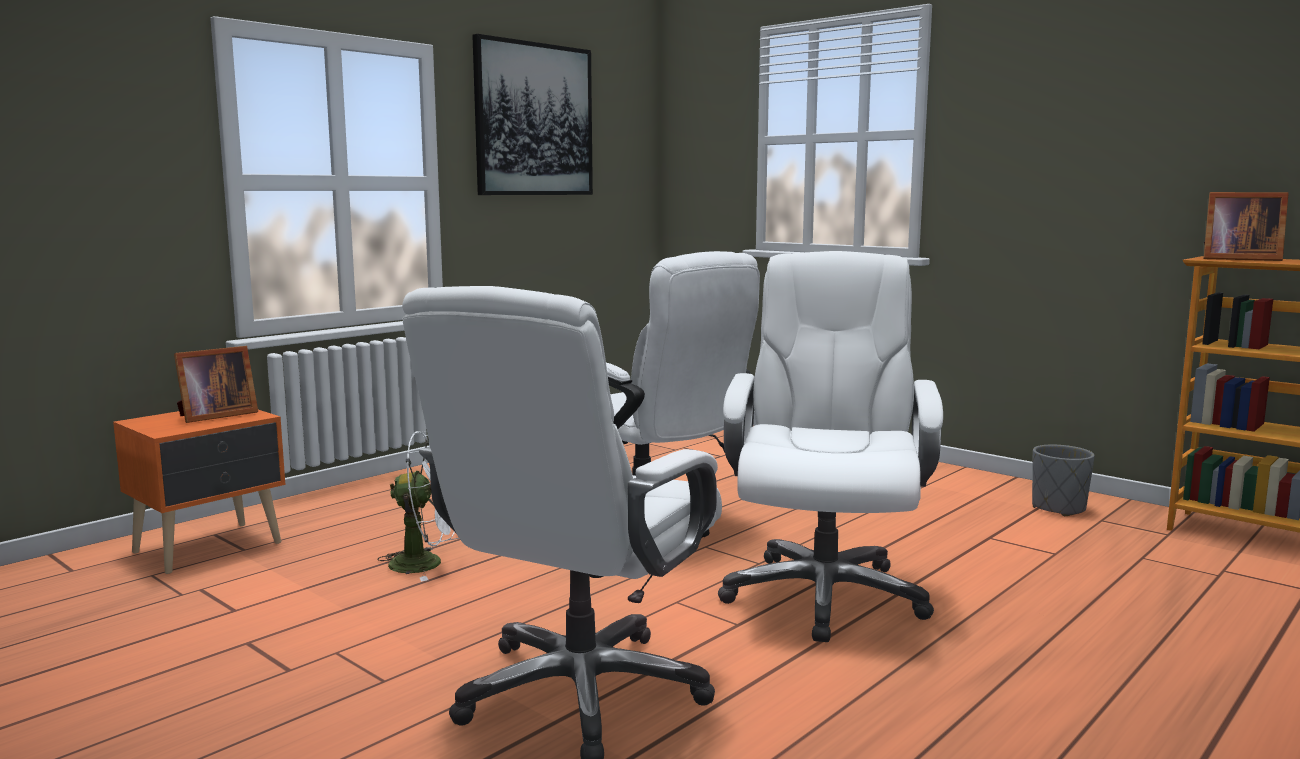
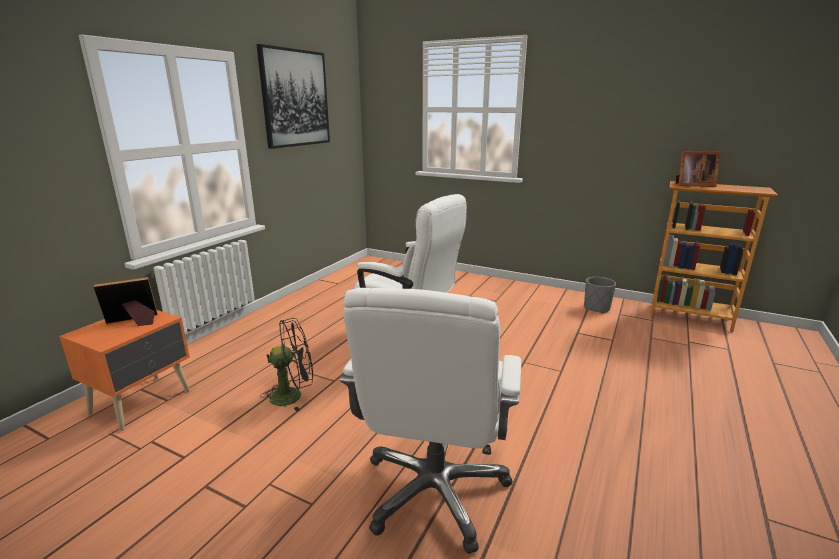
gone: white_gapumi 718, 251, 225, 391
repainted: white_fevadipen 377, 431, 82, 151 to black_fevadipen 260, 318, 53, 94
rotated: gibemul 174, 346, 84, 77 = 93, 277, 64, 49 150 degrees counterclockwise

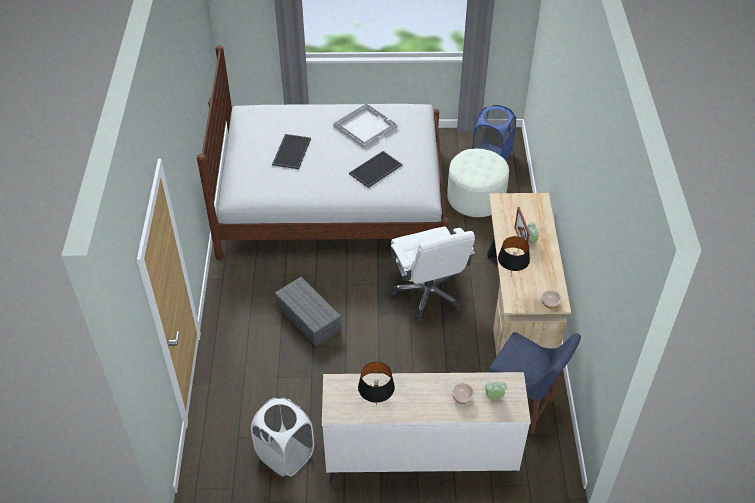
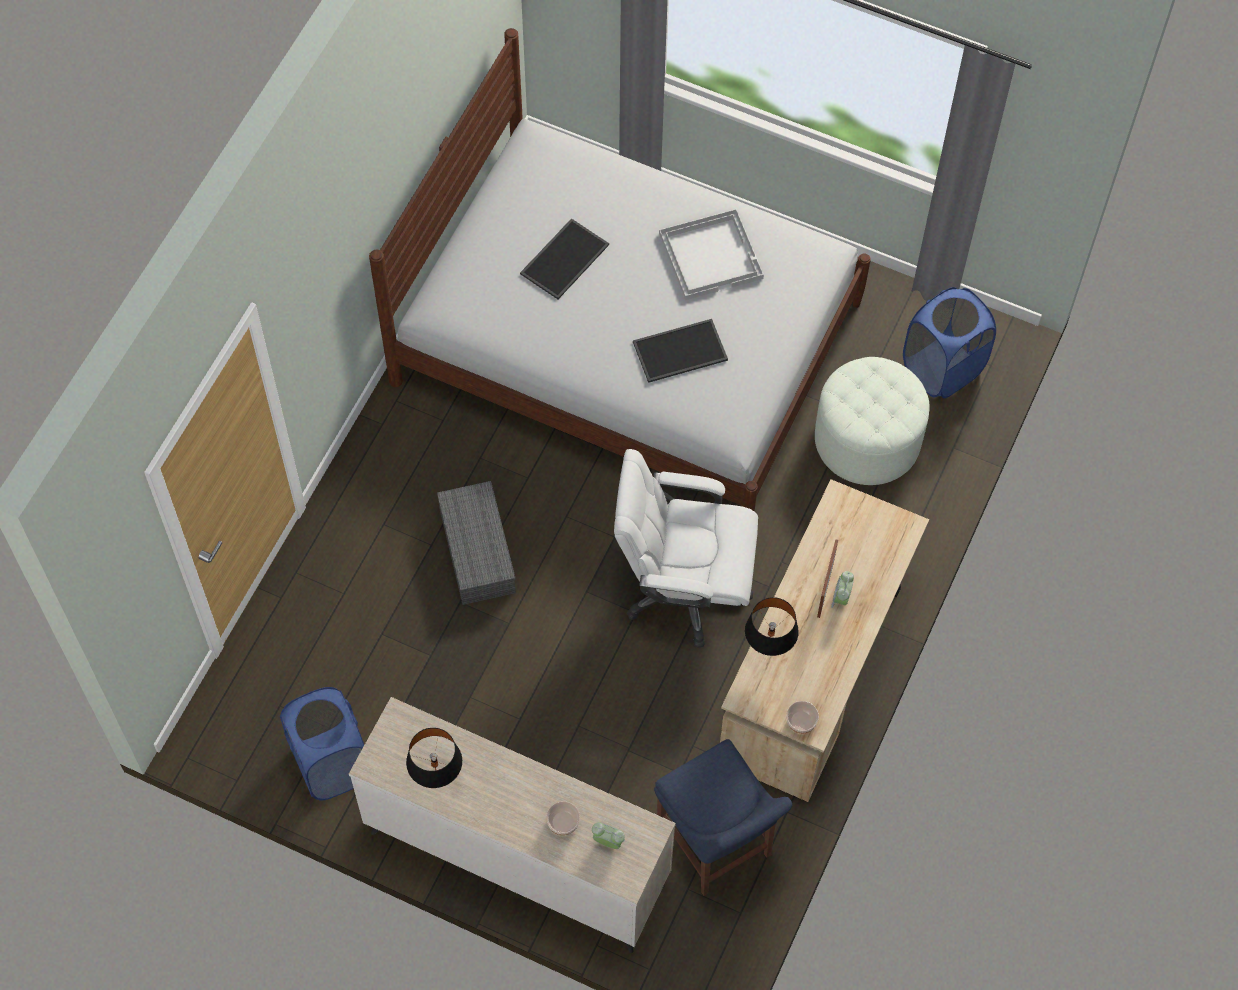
repainted: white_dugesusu 251, 397, 63, 80 to blue_dugesusu 280, 687, 84, 114
rotated: white_gapumi 390, 226, 85, 96 = 614, 449, 144, 199 90 degrees clockwise

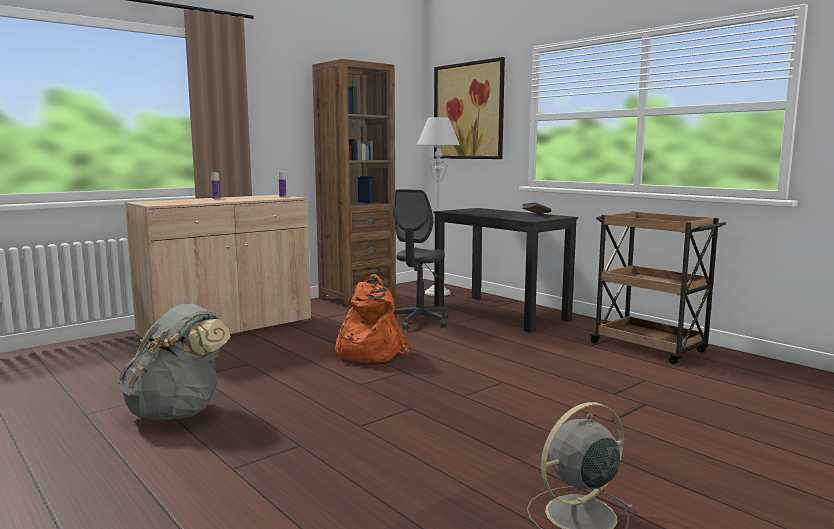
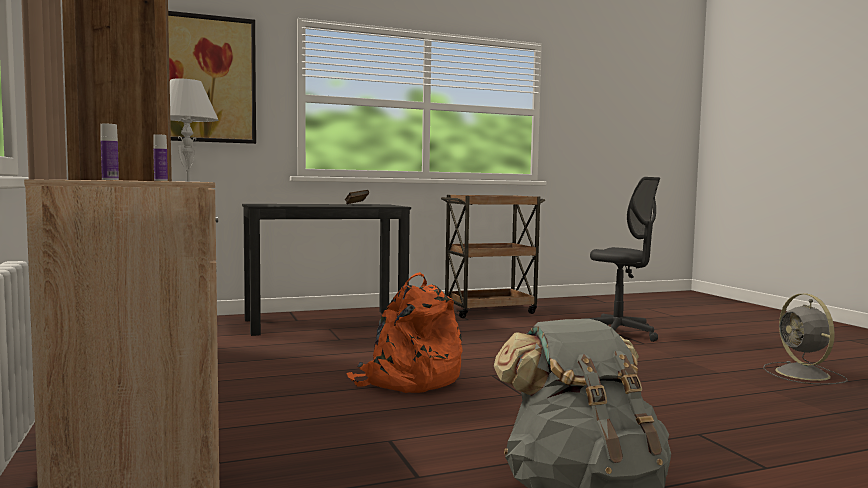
shifted: grey_gapumi 393, 189, 55, 141 to 583, 177, 77, 165

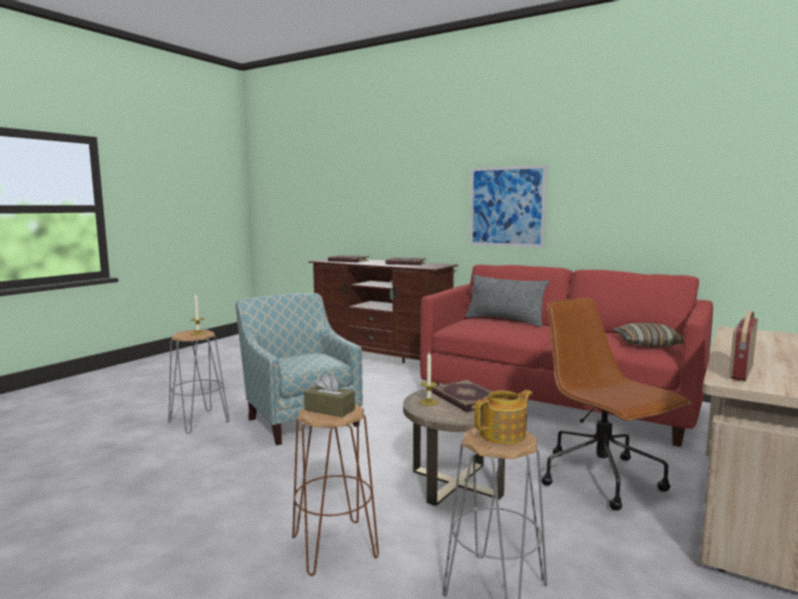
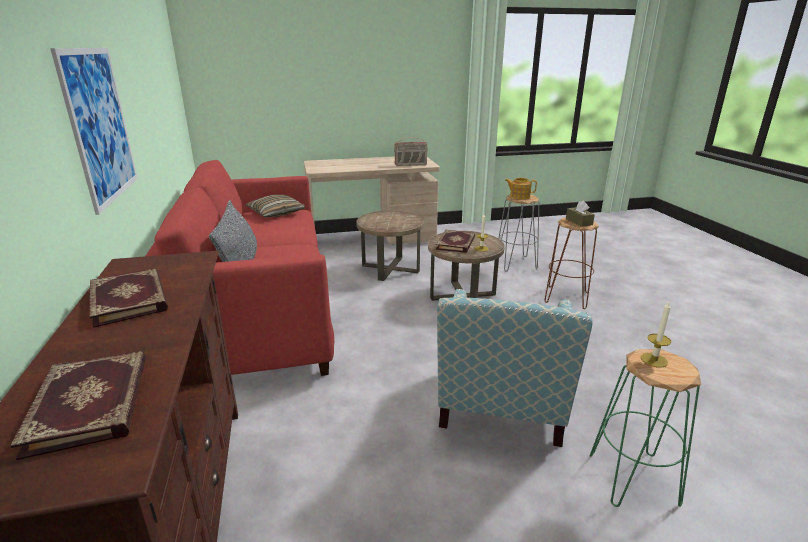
swapped: brown_gapumi 541, 298, 150, 212 to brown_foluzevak 356, 210, 68, 71
repainted: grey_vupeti 168, 330, 61, 104 to green_vupeti 589, 349, 112, 158

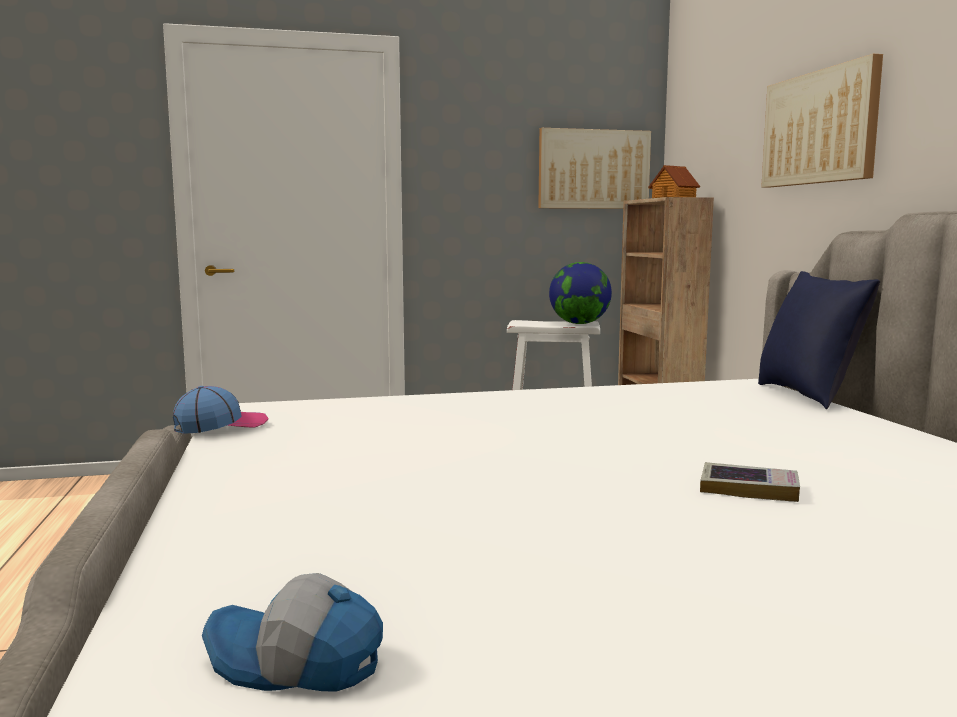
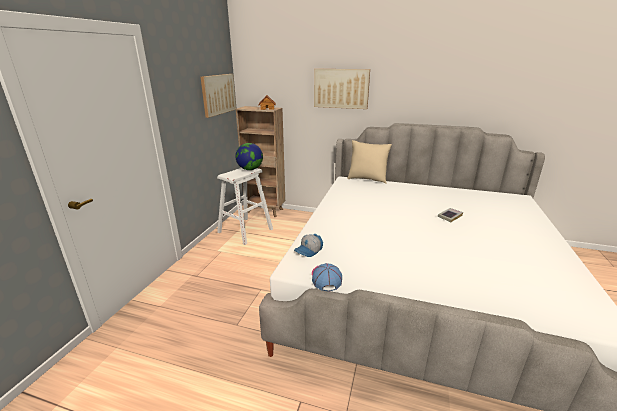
shifted: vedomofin 202, 573, 181, 119 to 294, 234, 29, 23
repainted: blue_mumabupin 758, 271, 122, 138 to beige_mumabupin 347, 140, 45, 43

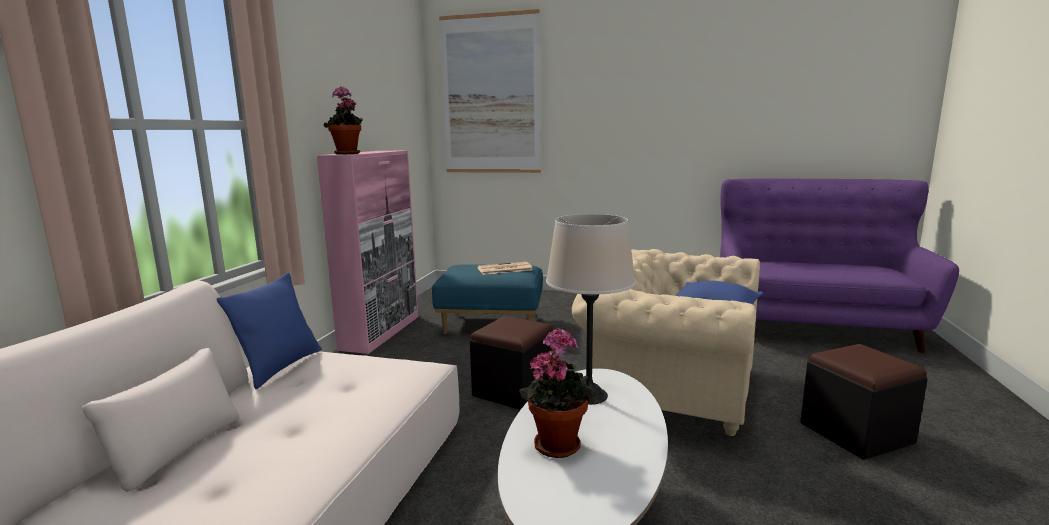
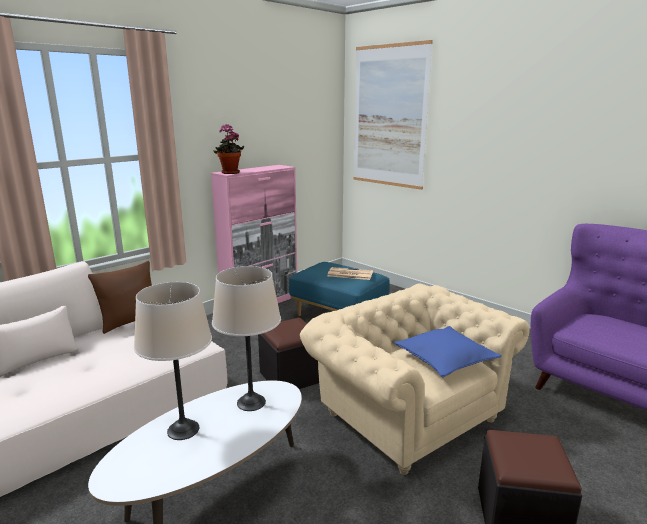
swapped: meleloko 519, 328, 78, 130 to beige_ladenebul 134, 282, 78, 158
repainted: blue_mumabupin 217, 273, 105, 116 to brown_mumabupin 88, 261, 64, 73

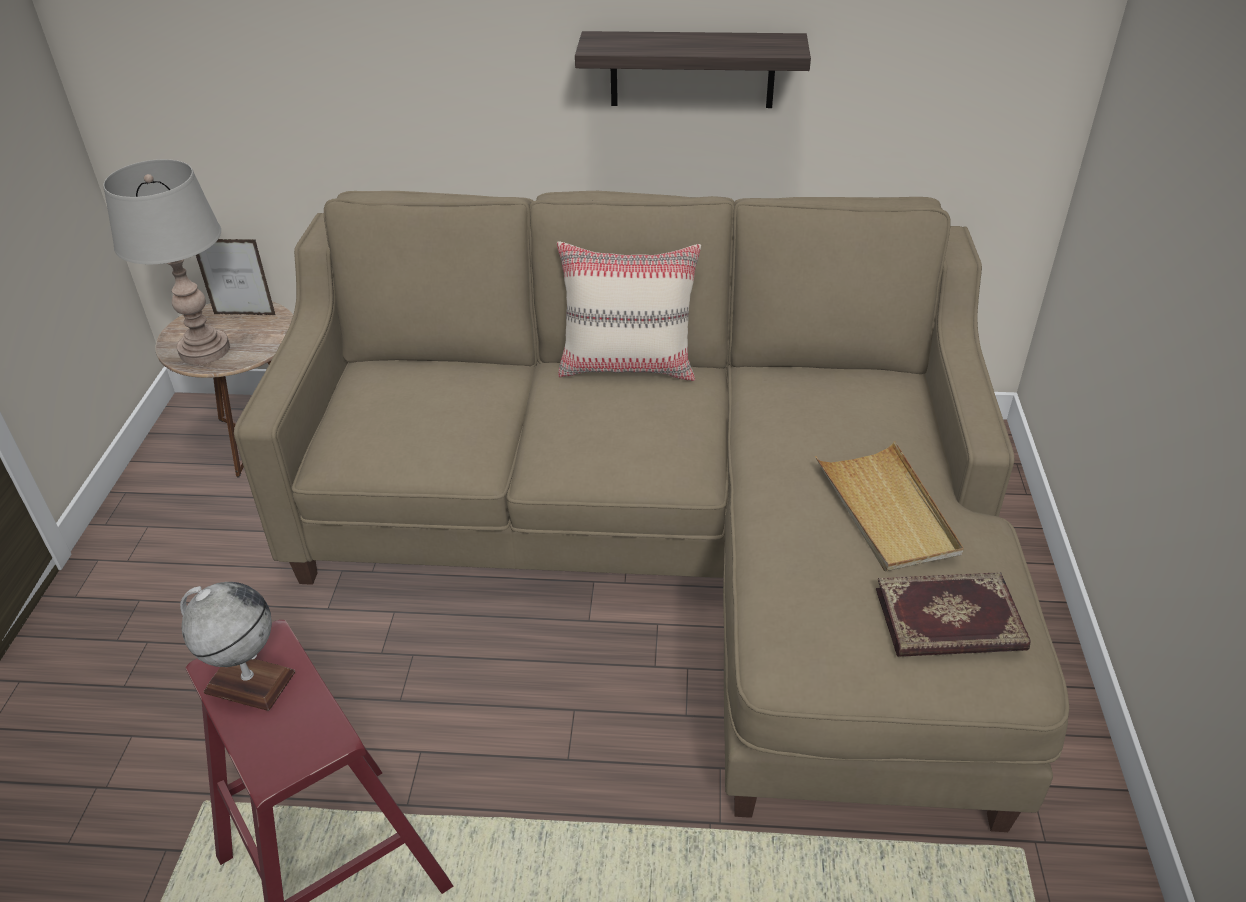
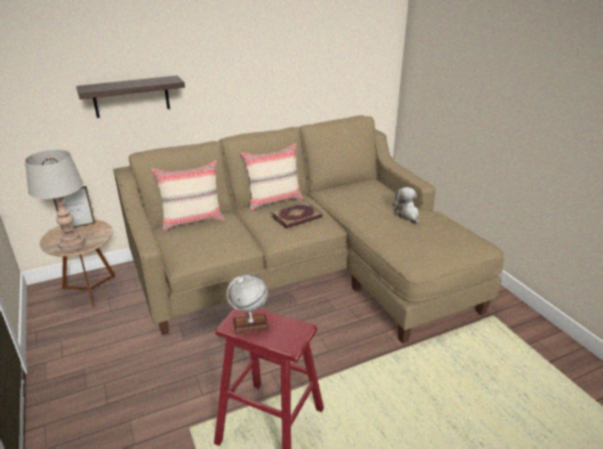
new: beige_mumabupin 152, 160, 73, 71
shifted: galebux 575, 31, 236, 77 to 76, 75, 109, 43; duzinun 876, 572, 155, 85 to 271, 201, 52, 28
swapped: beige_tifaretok 815, 441, 149, 131 to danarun 393, 187, 26, 38

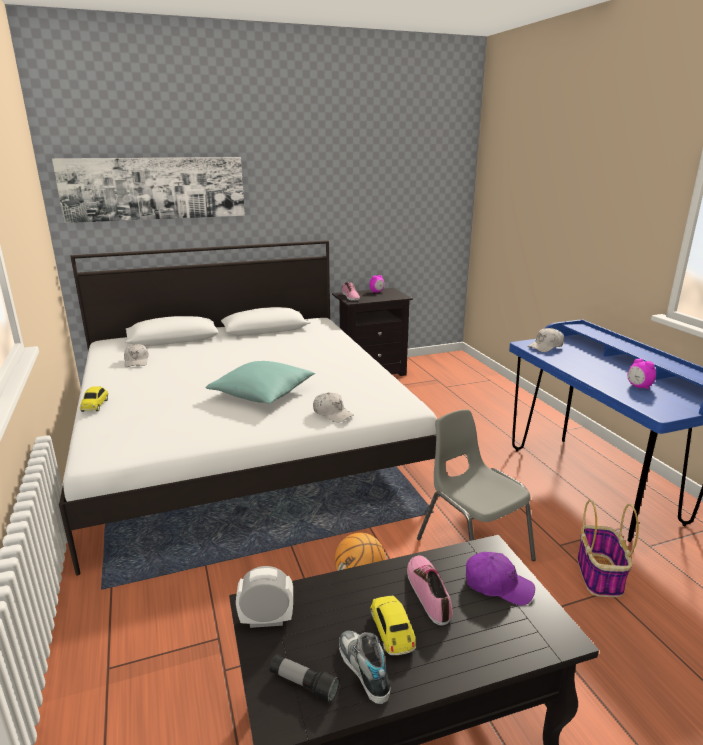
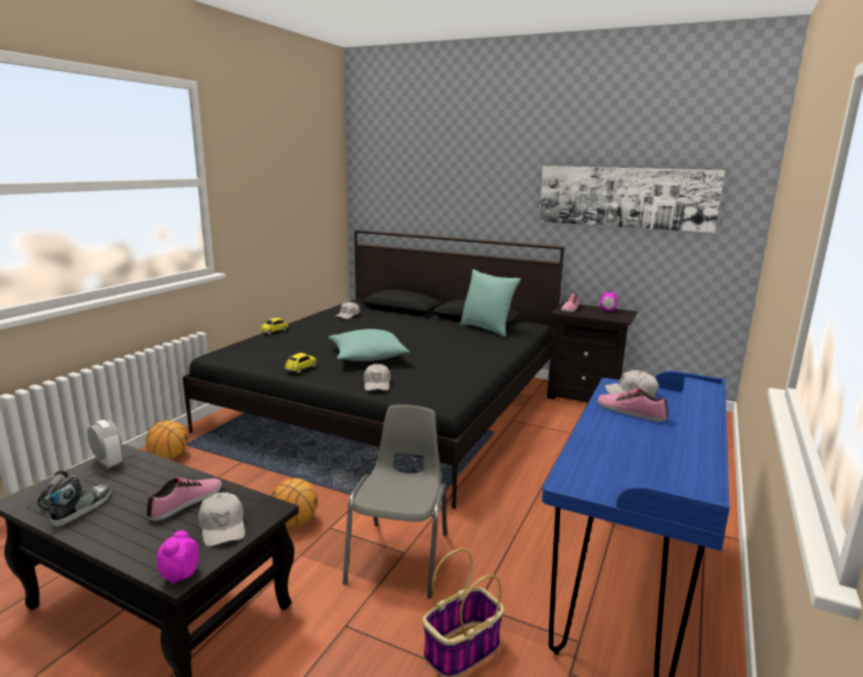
new: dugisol 146, 420, 42, 39; turquoise_mumabupin 460, 269, 61, 68; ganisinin 597, 388, 71, 34
shifted: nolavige 52, 157, 193, 66 to 539, 166, 186, 67; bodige 370, 595, 46, 60 to 284, 353, 33, 20; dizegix 628, 359, 28, 30 to 157, 530, 42, 55
repainted: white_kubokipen 59, 240, 378, 335 to black_kubokipen 183, 230, 381, 279; purple_vedomofin 466, 552, 69, 54 to white_vedomofin 198, 493, 47, 54

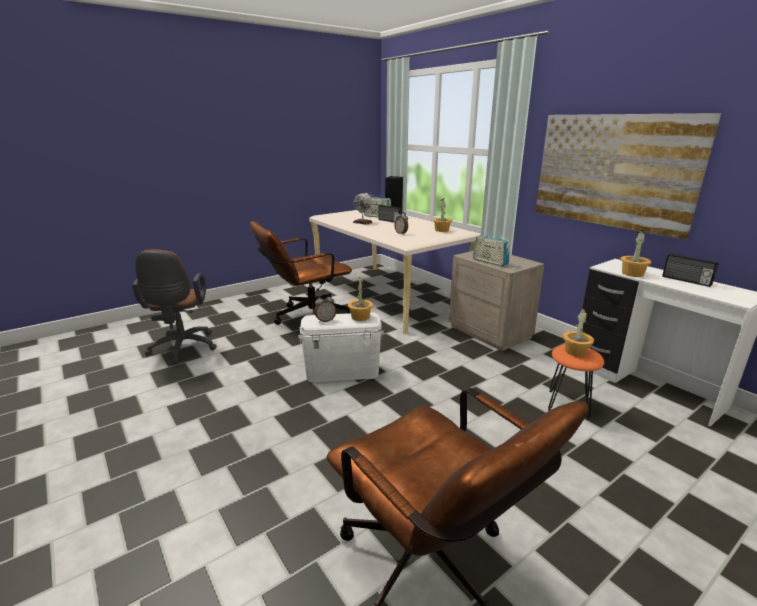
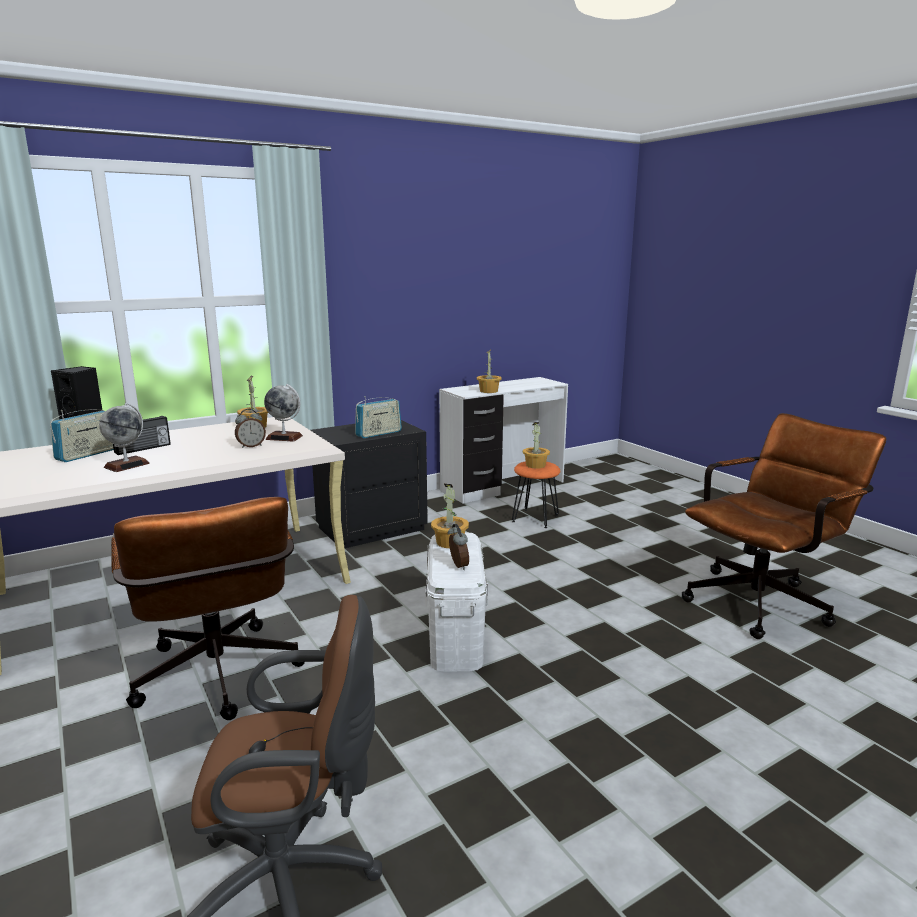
gone: nolavige 535, 113, 186, 126; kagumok 662, 253, 57, 34
new: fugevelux 264, 384, 39, 58
repainted: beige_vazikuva 449, 251, 96, 100 to black_vazikuva 310, 420, 118, 129

